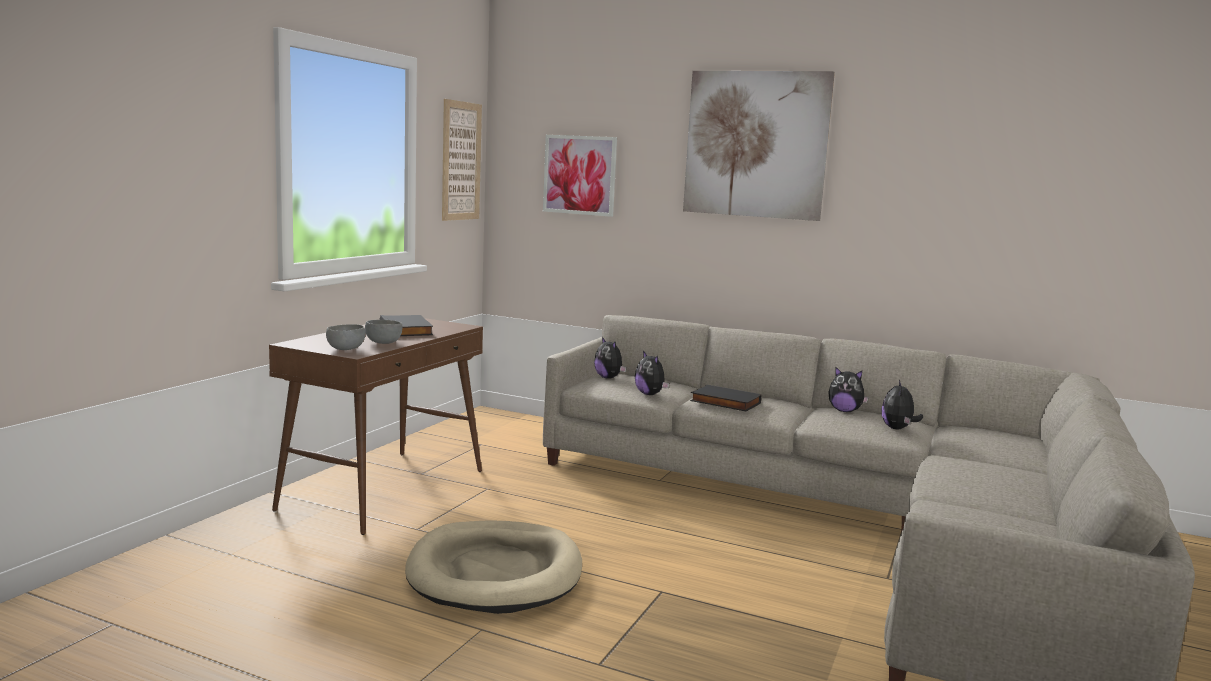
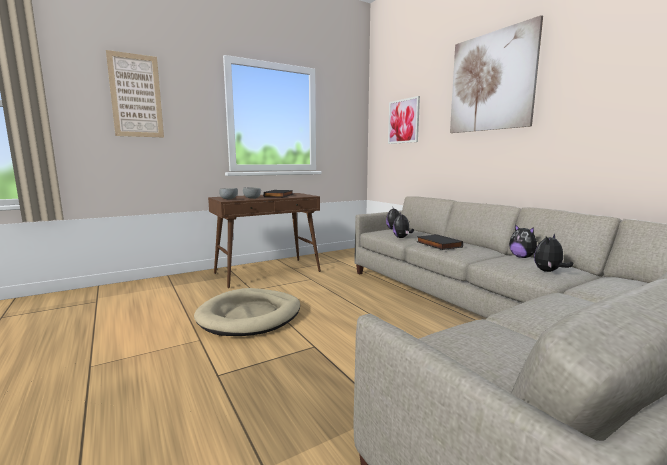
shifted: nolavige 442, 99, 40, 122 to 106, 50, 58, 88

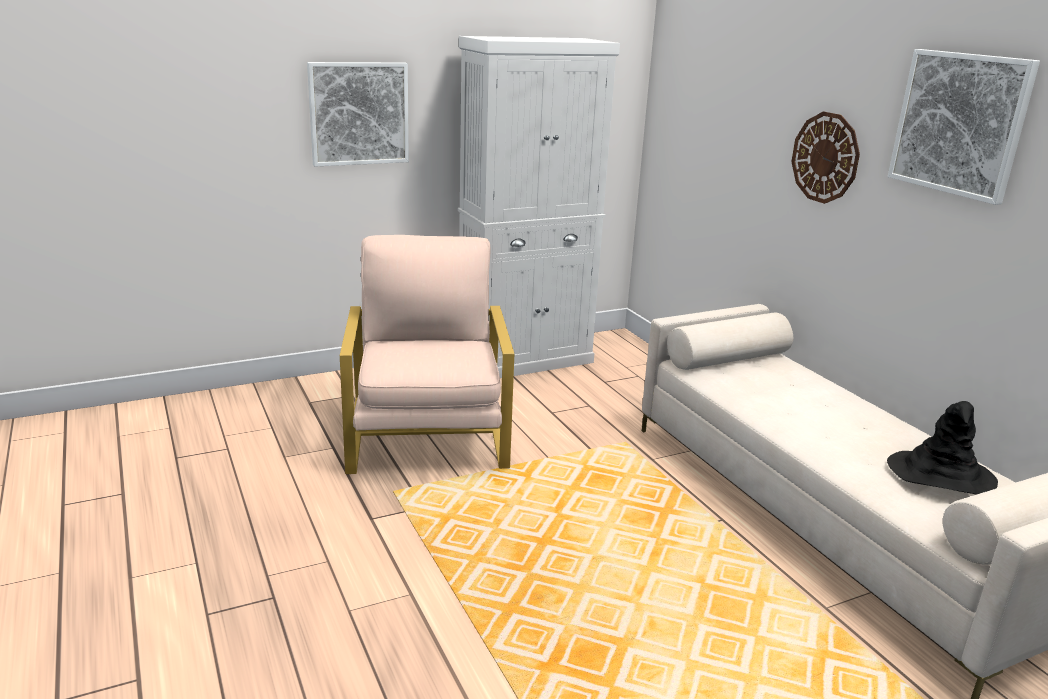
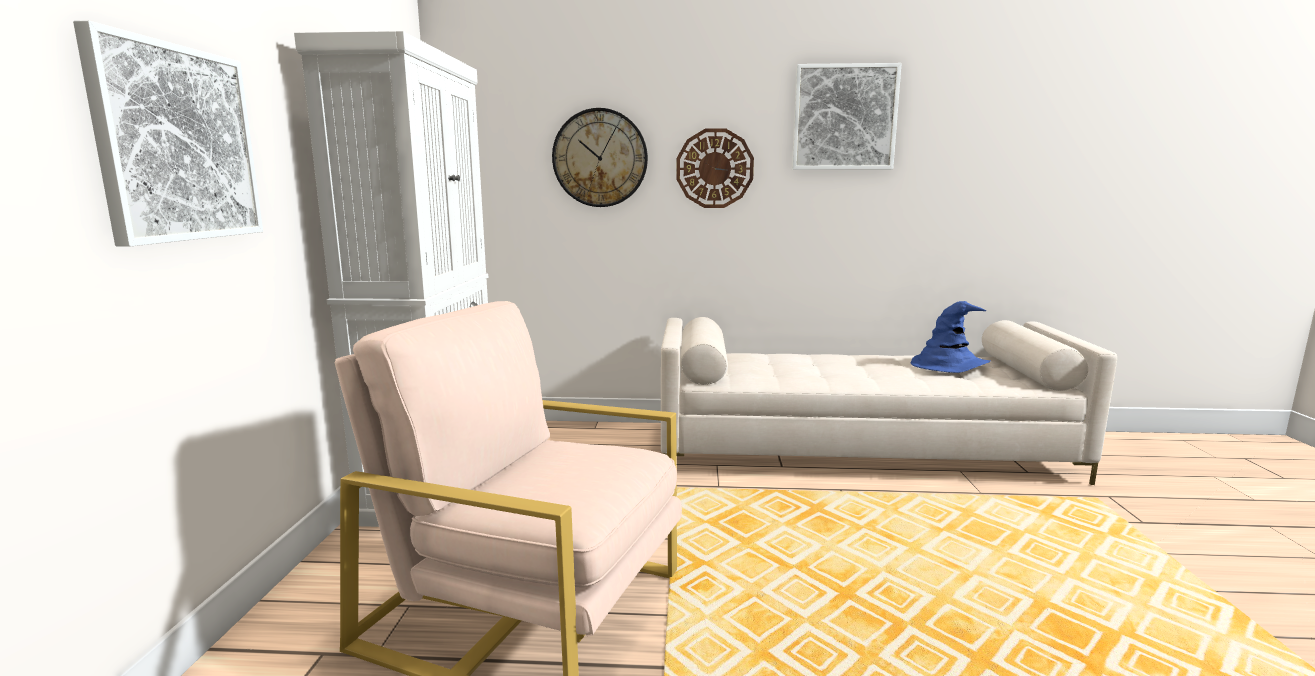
new: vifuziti 552, 108, 96, 99
repainted: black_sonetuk 887, 401, 111, 94 to blue_sonetuk 911, 301, 79, 72

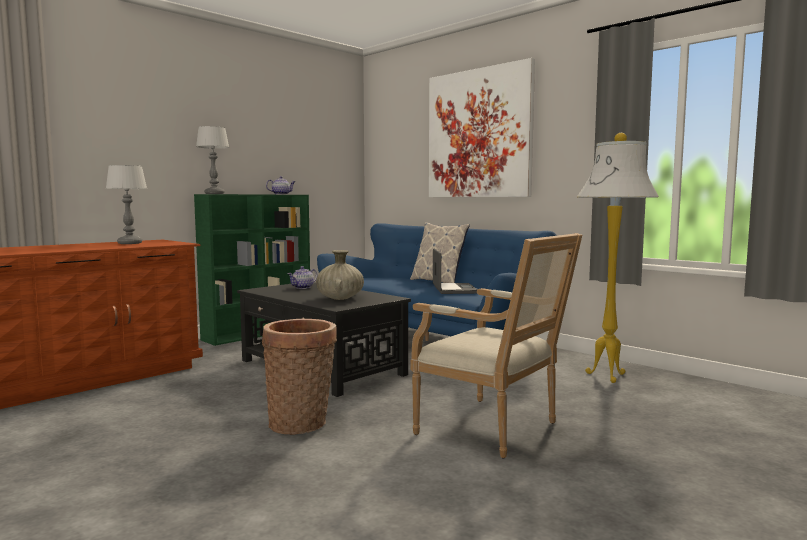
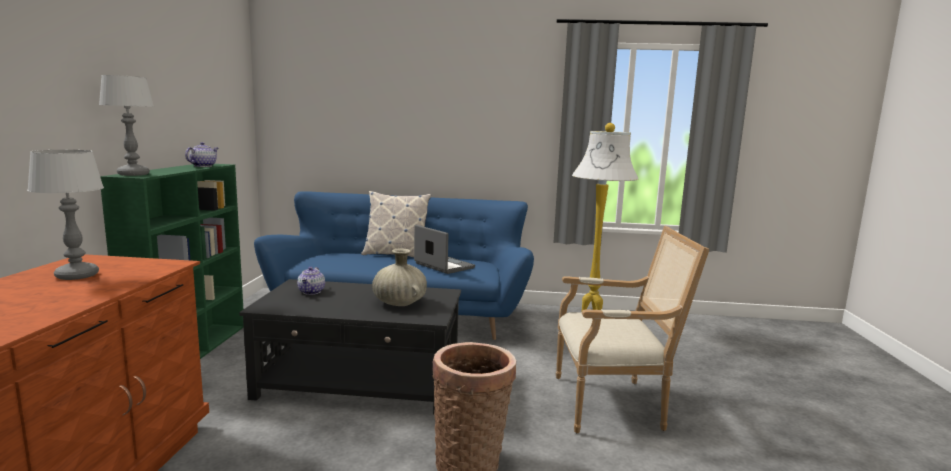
gone: nolavige 429, 58, 106, 139

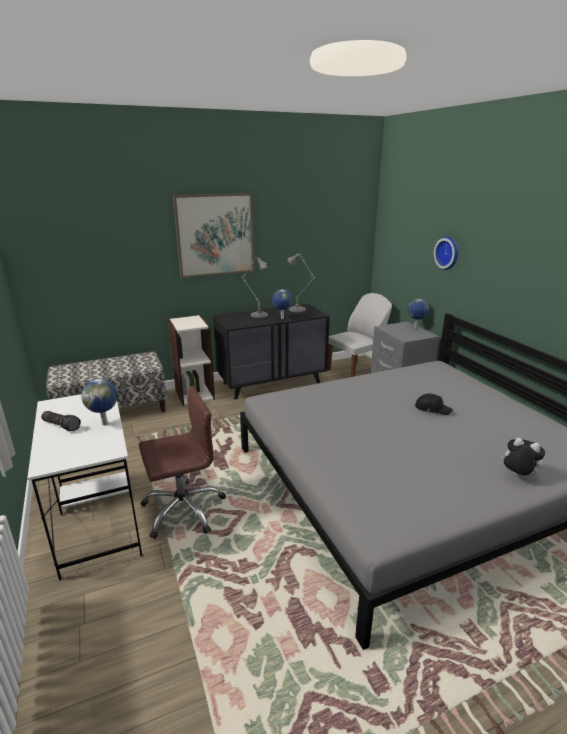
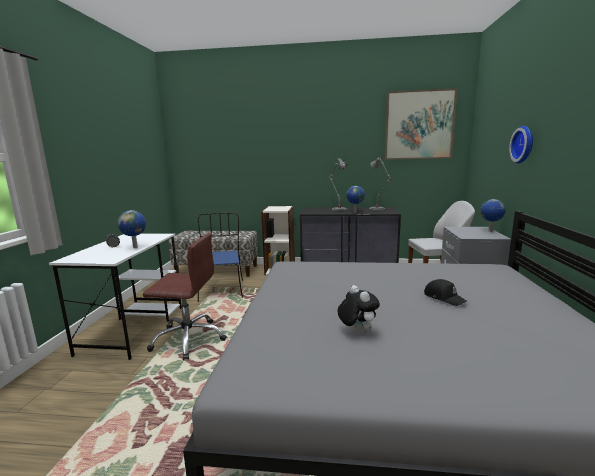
new: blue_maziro 198, 212, 45, 90
shifted: nolavige 173, 193, 81, 85 to 384, 88, 73, 72; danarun 500, 438, 45, 40 to 338, 285, 42, 49

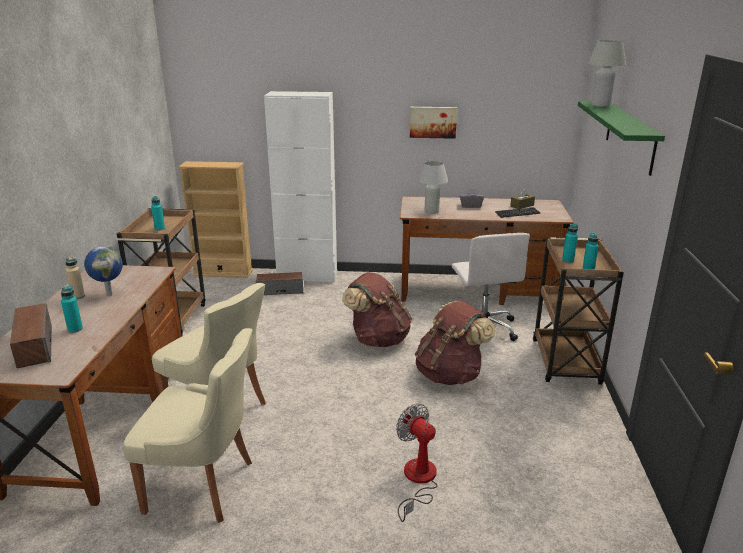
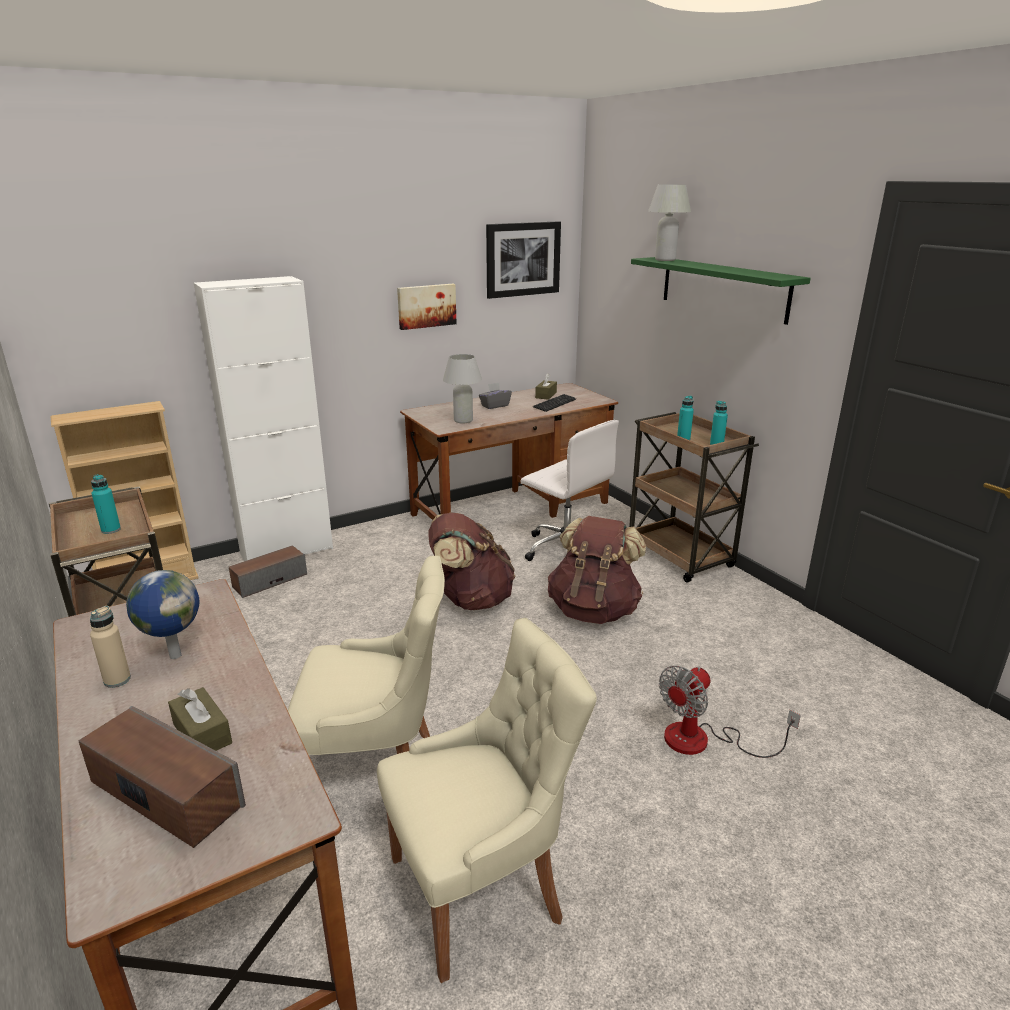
new: nolavige 486, 221, 75, 78
swapped: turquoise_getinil 61, 286, 22, 47 to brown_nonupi 168, 687, 64, 64
rotated: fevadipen 396, 403, 42, 119 = 659, 666, 142, 92 60 degrees counterclockwise

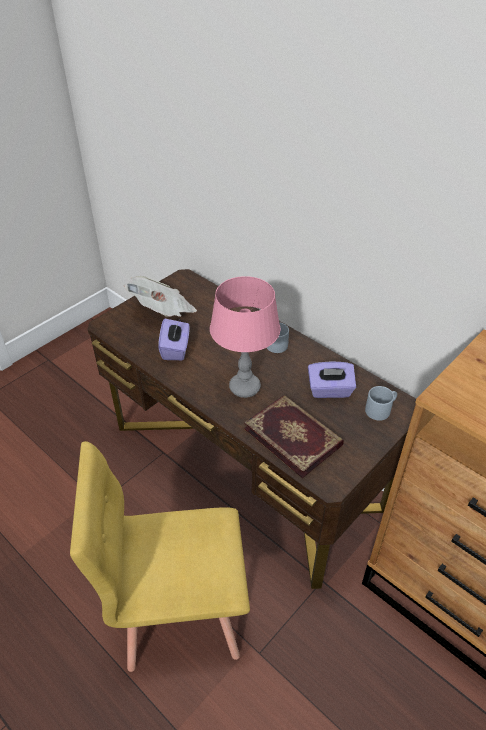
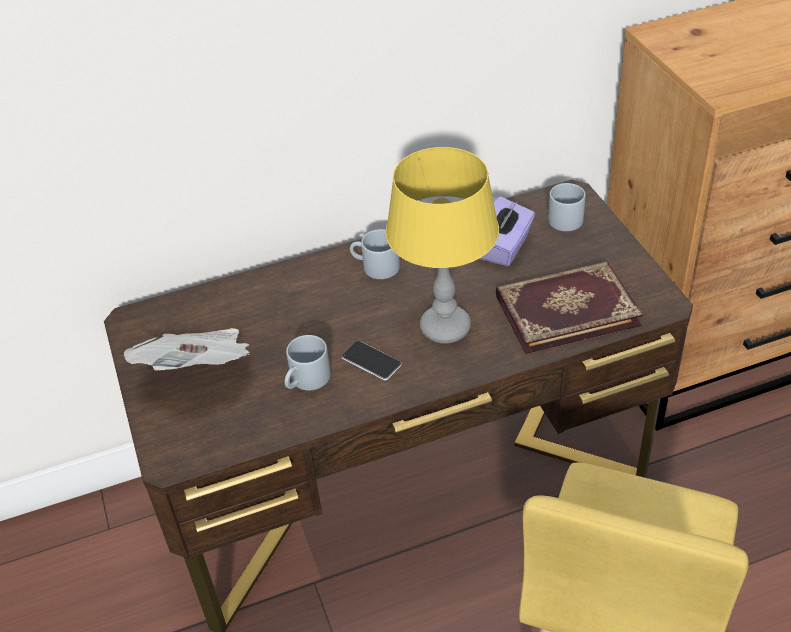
new: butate 341, 341, 61, 39
swapped: purple_nonupi 158, 319, 32, 41 to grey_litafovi 285, 335, 46, 55
repainted: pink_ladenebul 210, 276, 71, 122 to yellow_ladenebul 386, 147, 113, 197

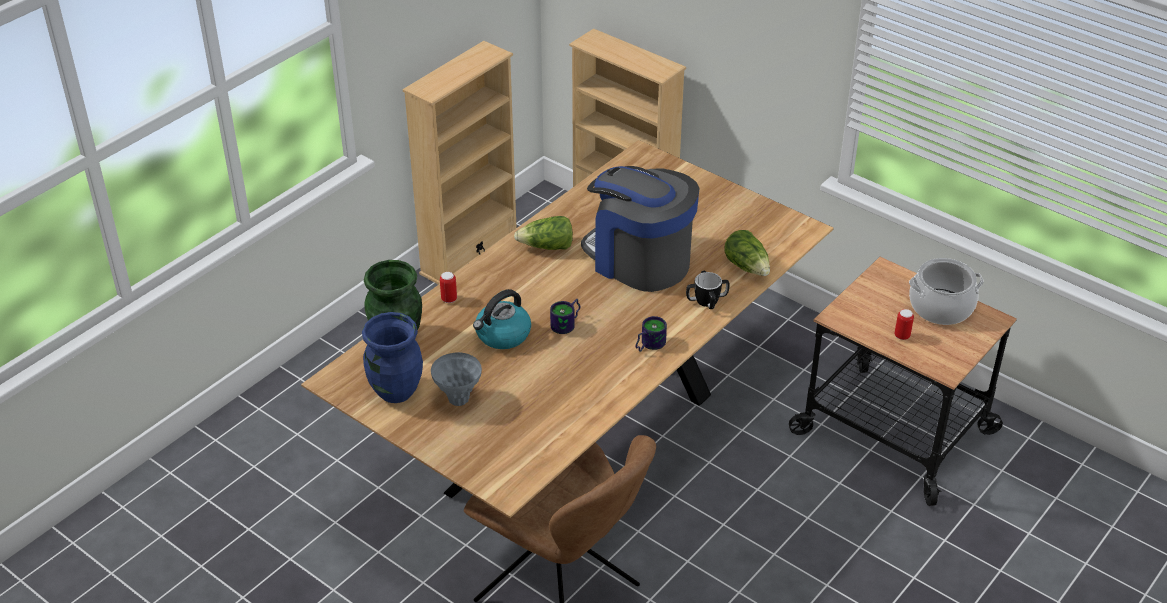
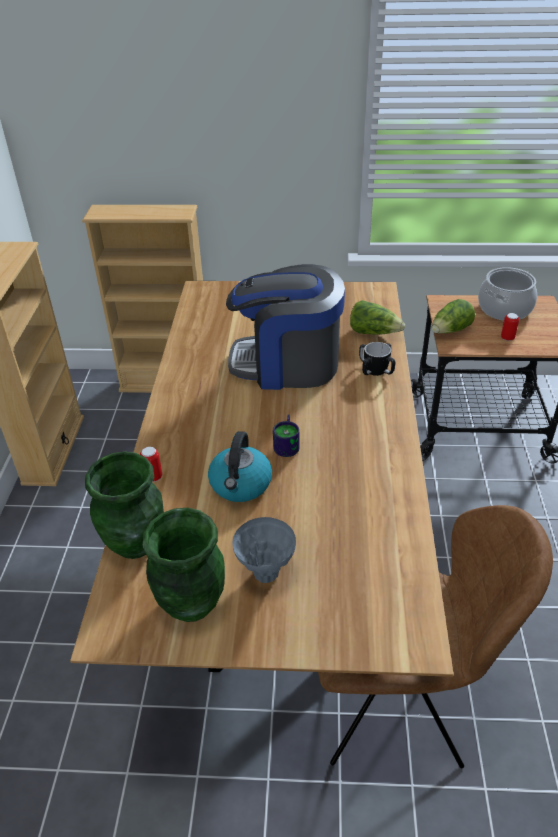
gone: litafovi 635, 316, 32, 36
shifted: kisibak 514, 216, 59, 34 to 432, 299, 43, 34
repainted: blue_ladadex 362, 312, 61, 91 to green_ladadex 143, 508, 82, 114

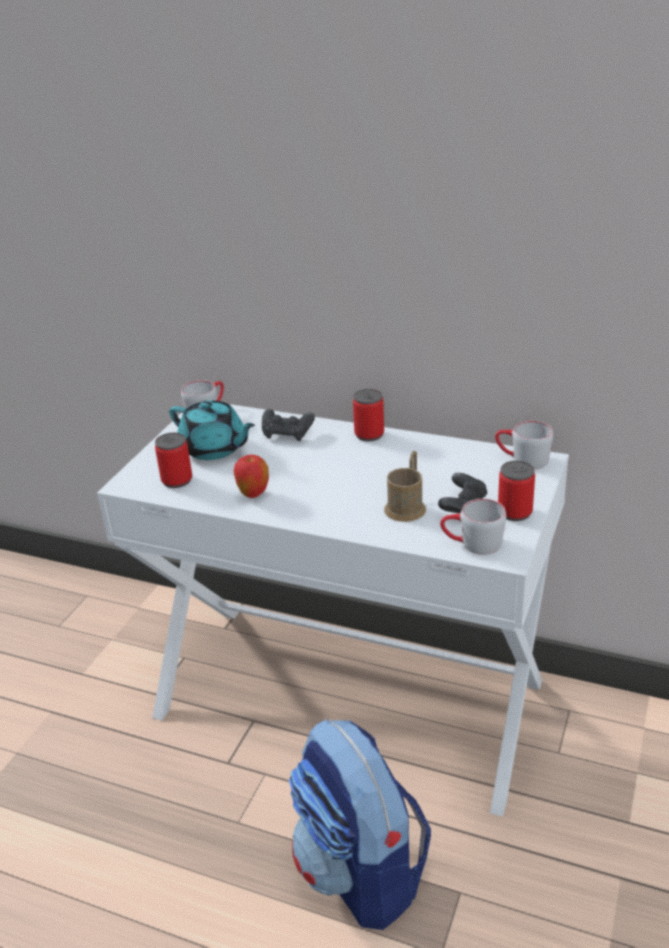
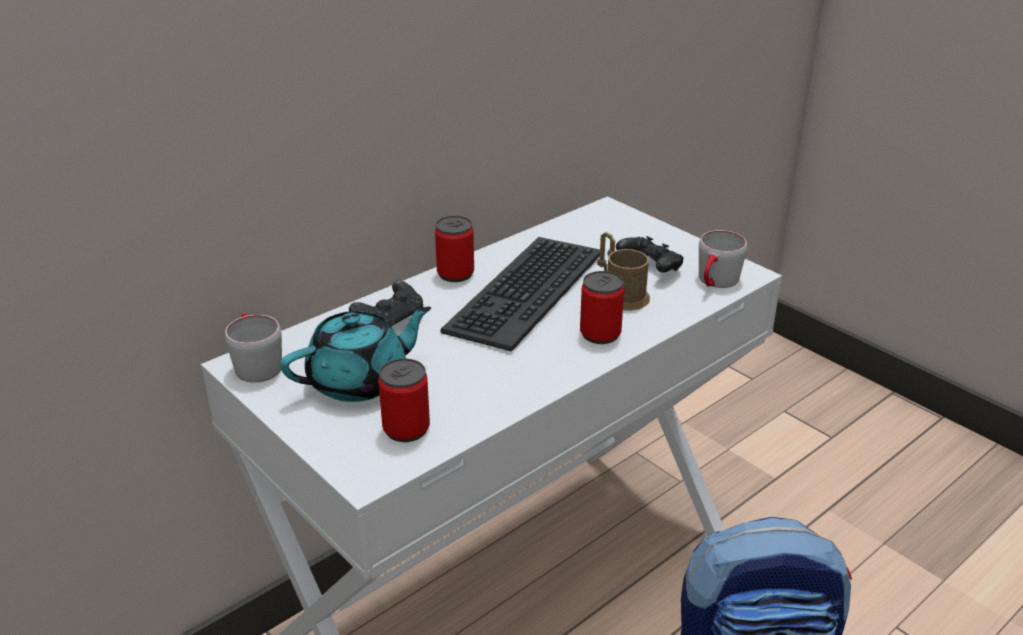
gone: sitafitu 234, 454, 35, 44; grey_litafovi 495, 421, 58, 48
new: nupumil 440, 237, 160, 115
shifted: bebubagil 498, 461, 37, 60 to 580, 271, 44, 73

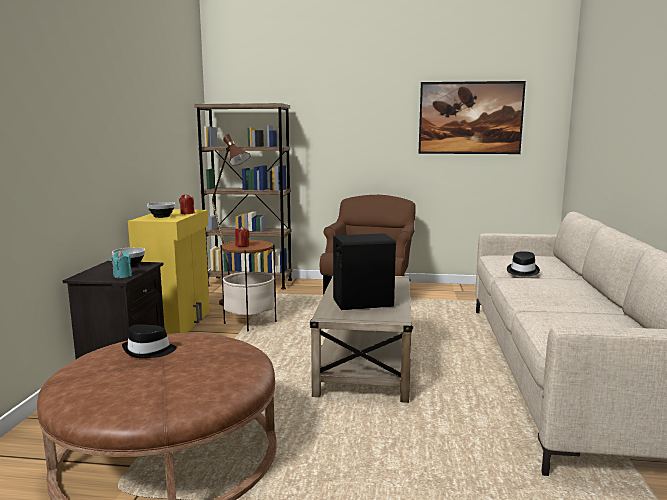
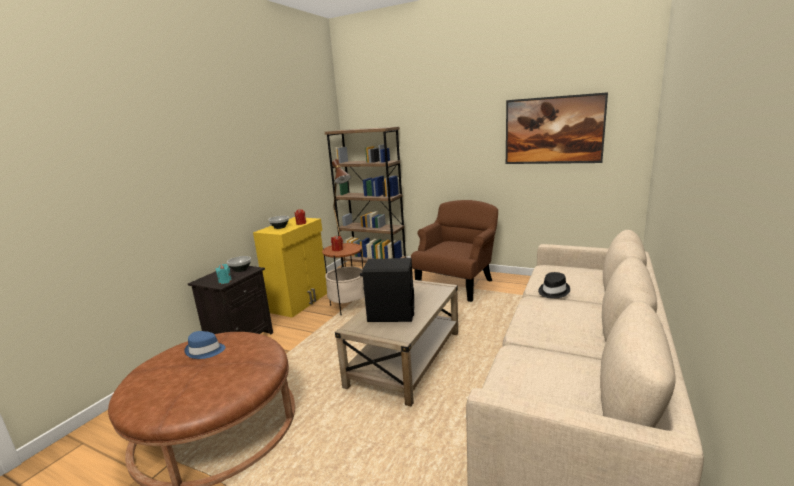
repainted: black_sonetuk 122, 324, 55, 34 to blue_sonetuk 184, 331, 41, 28

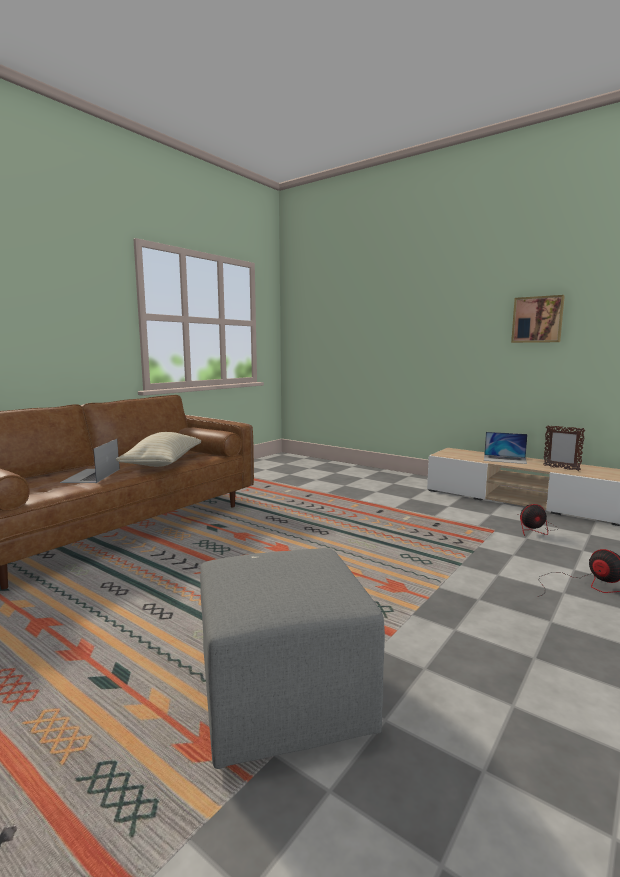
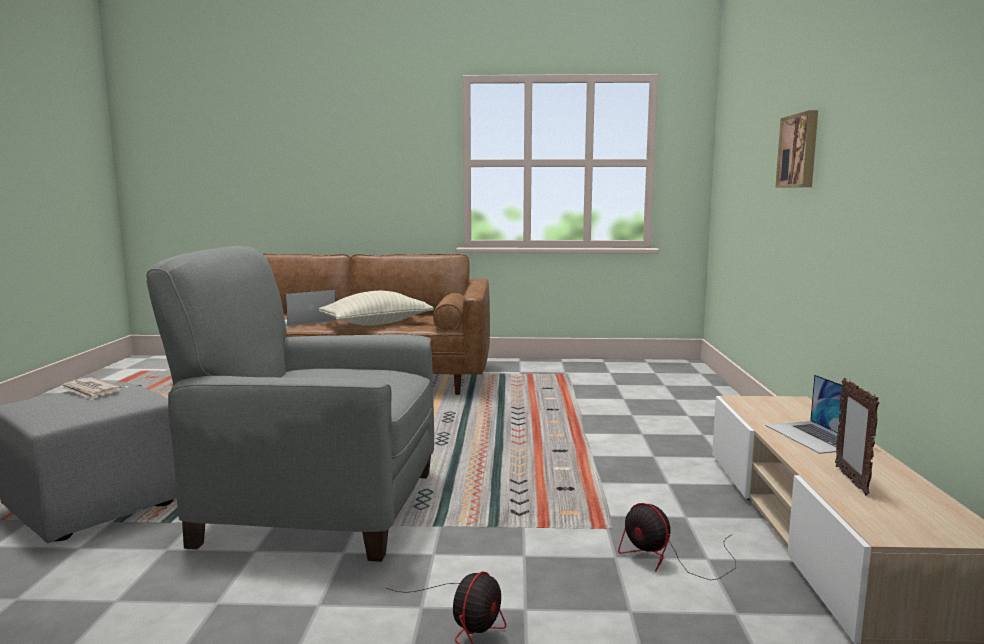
new: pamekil 60, 377, 61, 23; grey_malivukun 146, 246, 288, 316
shifted: nolavige 511, 295, 54, 48 to 775, 110, 43, 78

